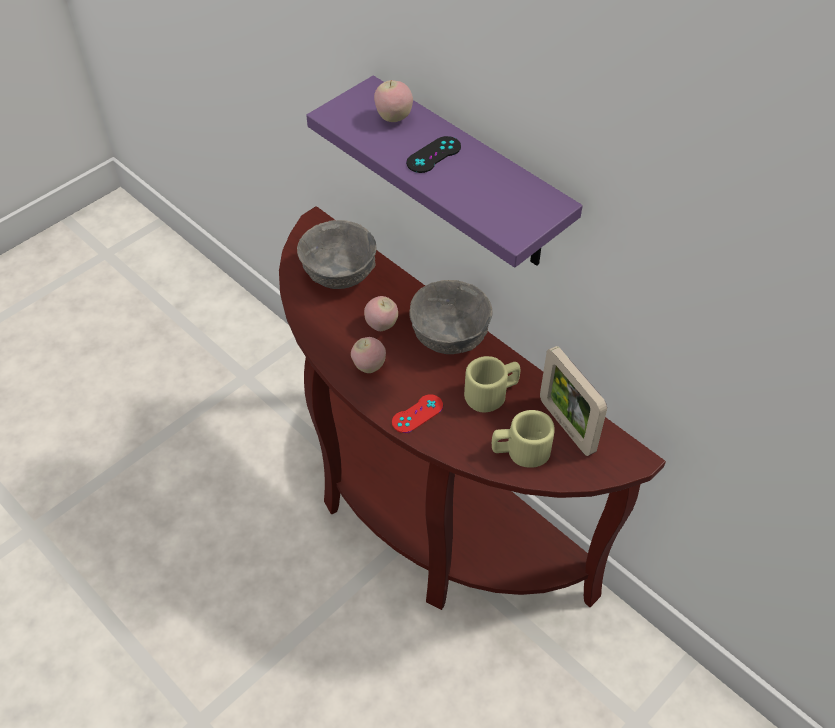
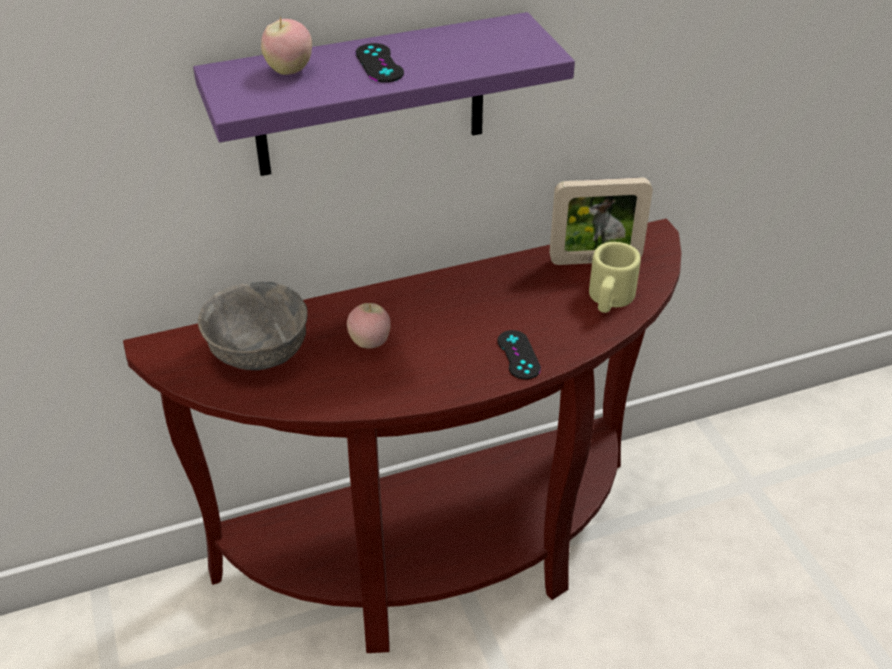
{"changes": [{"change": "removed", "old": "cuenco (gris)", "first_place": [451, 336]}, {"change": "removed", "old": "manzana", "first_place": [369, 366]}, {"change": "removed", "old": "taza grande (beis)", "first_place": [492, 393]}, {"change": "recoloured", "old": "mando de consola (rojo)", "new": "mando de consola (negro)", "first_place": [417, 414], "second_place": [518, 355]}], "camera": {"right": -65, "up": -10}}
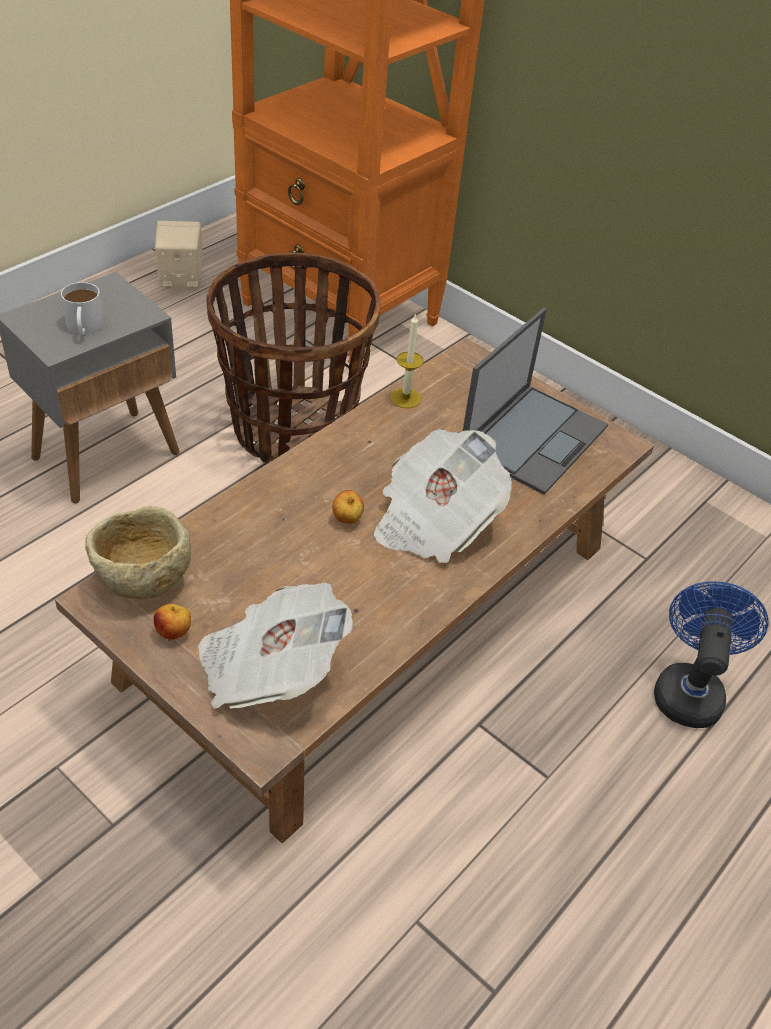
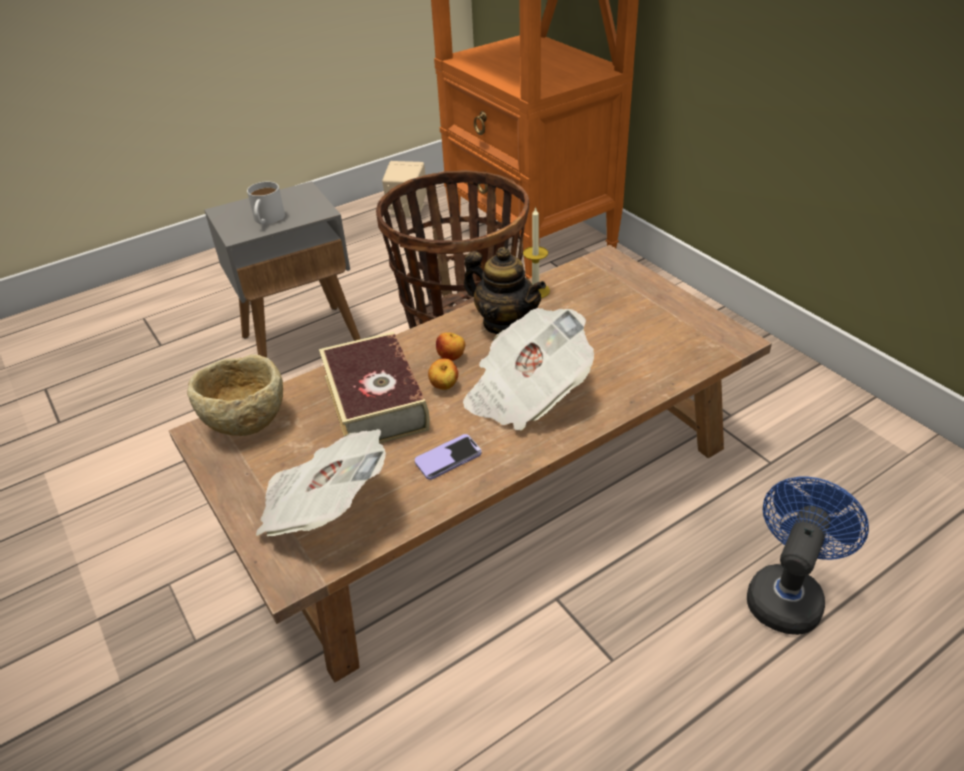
{"changes": [{"change": "removed", "old": "portátil", "first_place": [534, 437]}, {"change": "moved", "old": "manzana", "first_place": [174, 633], "second_place": [451, 358]}, {"change": "added", "new": "tetera", "second_place": [505, 323]}, {"change": "added", "new": "libro", "second_place": [375, 402]}, {"change": "added", "new": "móvil", "second_place": [448, 458]}], "camera": {"right": 20, "up": -5}}
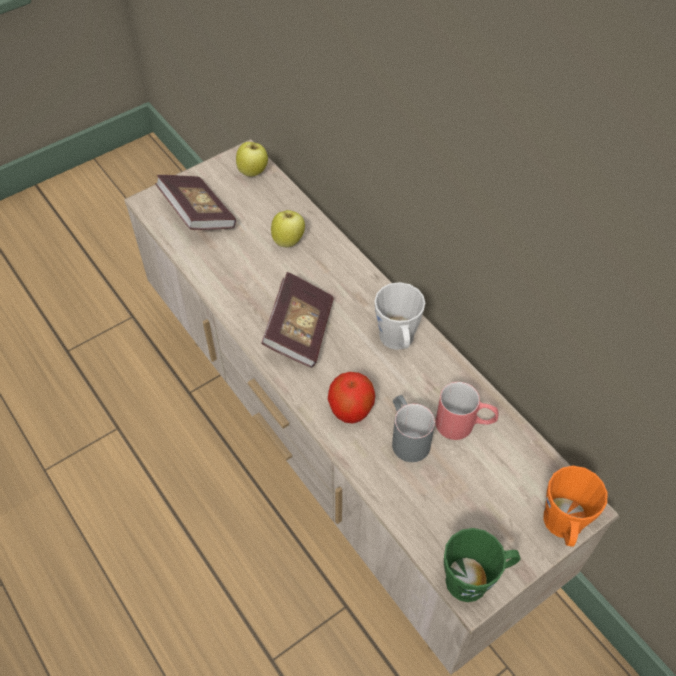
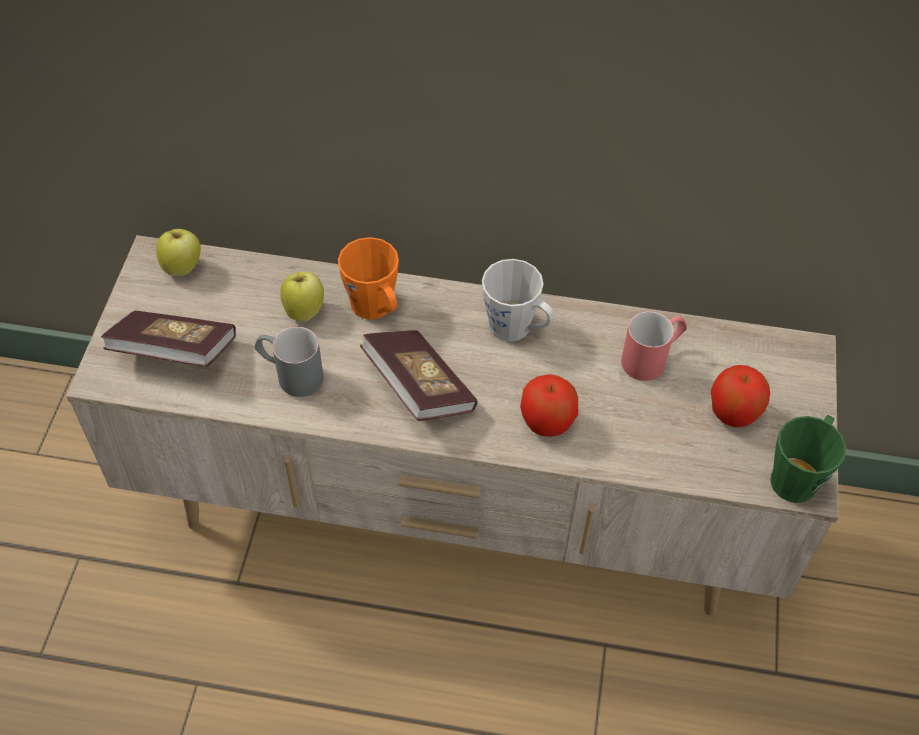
{"changes": [{"change": "moved", "old": "taza grande (gris)", "first_place": [407, 436], "second_place": [290, 374]}, {"change": "moved", "old": "taza grande (naranja)", "first_place": [563, 527], "second_place": [376, 309]}, {"change": "added", "new": "manzana", "second_place": [733, 412]}], "camera": {"right": -45, "up": 0}}
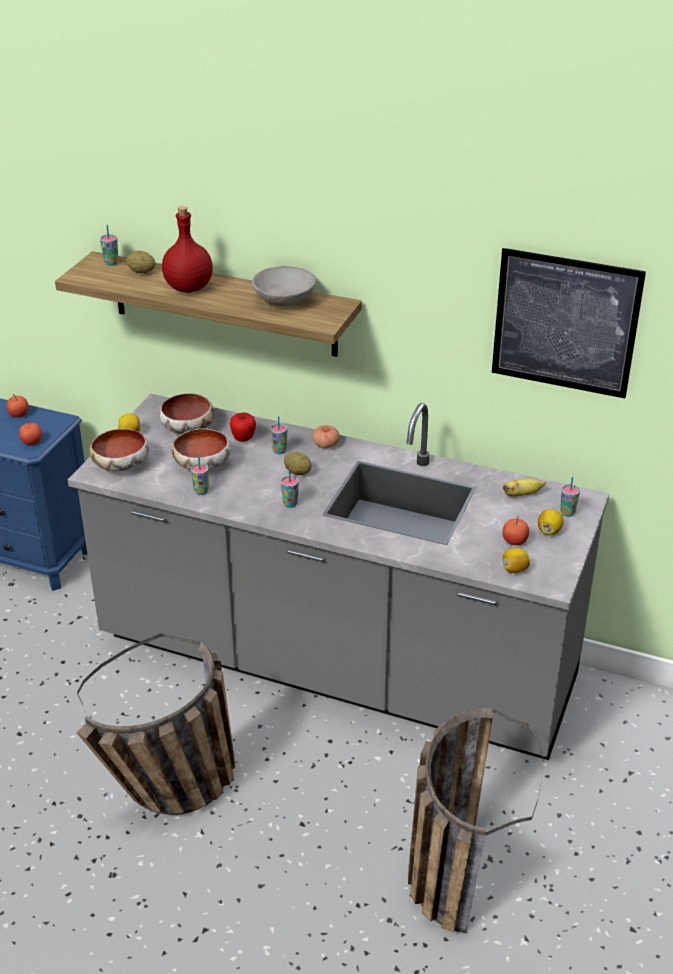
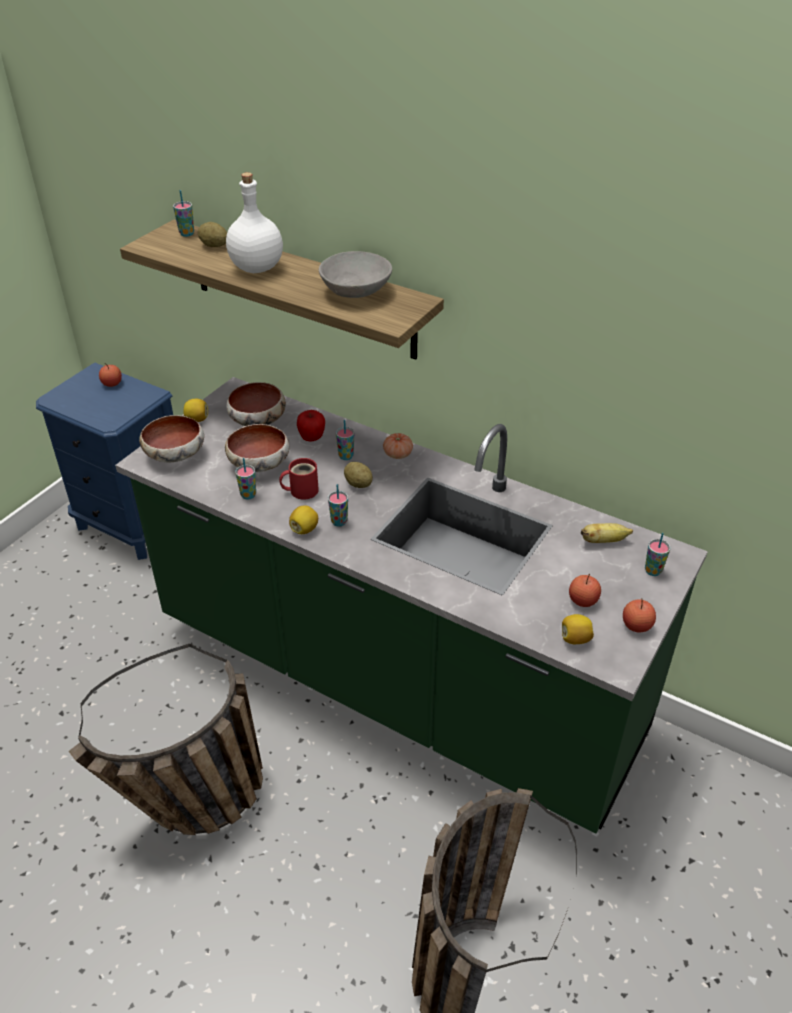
{"changes": [{"change": "recoloured", "old": "botella (rojo)", "new": "botella (blanco)", "first_place": [188, 287], "second_place": [256, 267]}, {"change": "removed", "old": "cuadro", "first_place": [565, 323]}, {"change": "recoloured", "old": "mueble bajo de cocina (gris)", "new": "mueble bajo de cocina (verde)", "first_place": [336, 664], "second_place": [396, 679]}, {"change": "moved", "old": "manzana", "first_place": [32, 442], "second_place": [636, 625]}, {"change": "moved", "old": "limón", "first_place": [549, 531], "second_place": [304, 529]}, {"change": "added", "new": "taza grande (rojo)", "second_place": [301, 490]}], "camera": {"right": 10, "up": 5}}
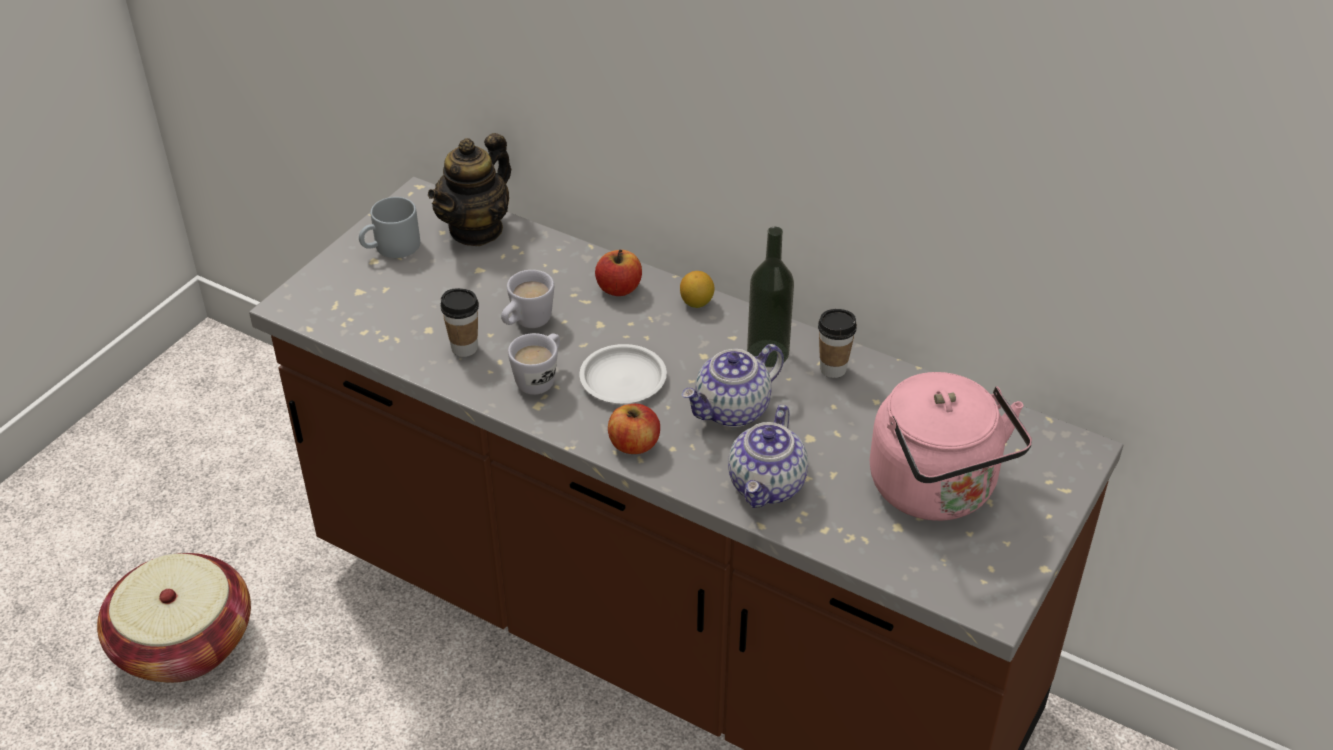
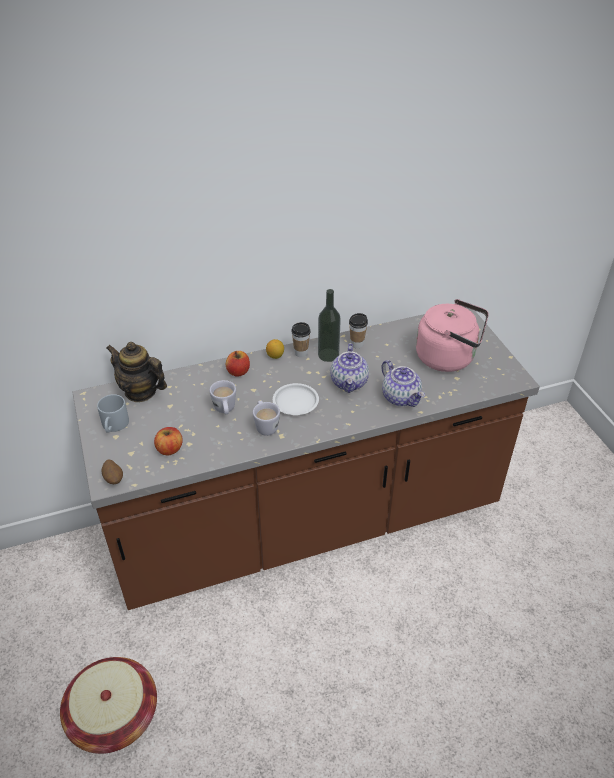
{"changes": [{"change": "turned", "old": "tetera", "first_place": [476, 229], "second_place": [140, 391], "degrees": 135}, {"change": "moved", "old": "taza", "first_place": [464, 348], "second_place": [301, 353]}, {"change": "moved", "old": "manzana", "first_place": [634, 444], "second_place": [169, 449]}, {"change": "added", "new": "patata", "second_place": [114, 479]}], "camera": {"right": -50, "up": 0}}
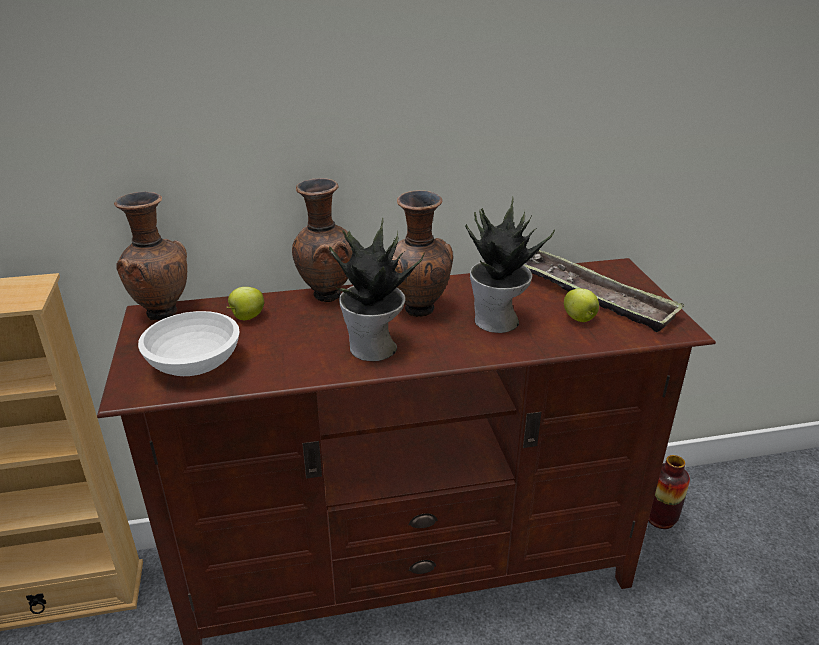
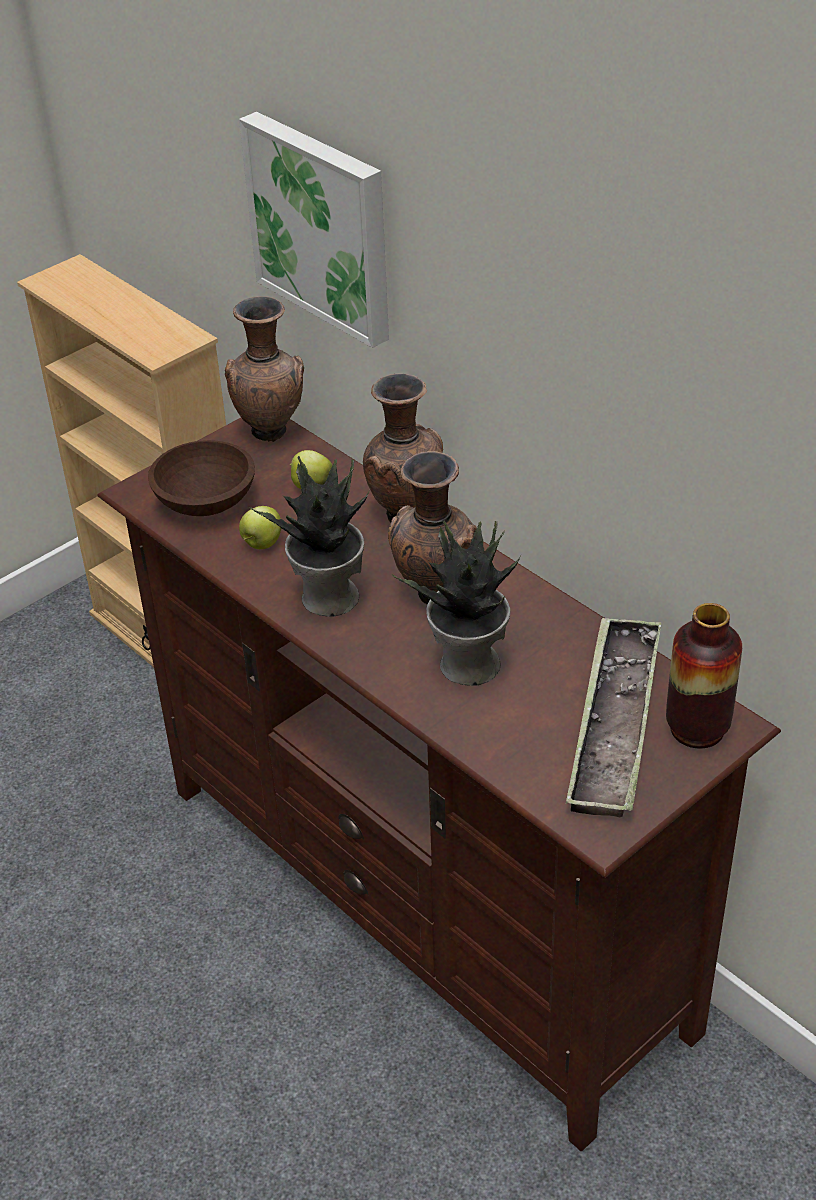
{"changes": [{"change": "moved", "old": "manzana", "first_place": [579, 319], "second_place": [262, 544]}, {"change": "recoloured", "old": "cuenco (blanco)", "new": "cuenco (marrón)", "first_place": [193, 364], "second_place": [205, 500]}, {"change": "moved", "old": "florero", "first_place": [660, 519], "second_place": [697, 729]}, {"change": "added", "new": "cuadro", "second_place": [323, 226]}], "camera": {"right": 60, "up": 10}}
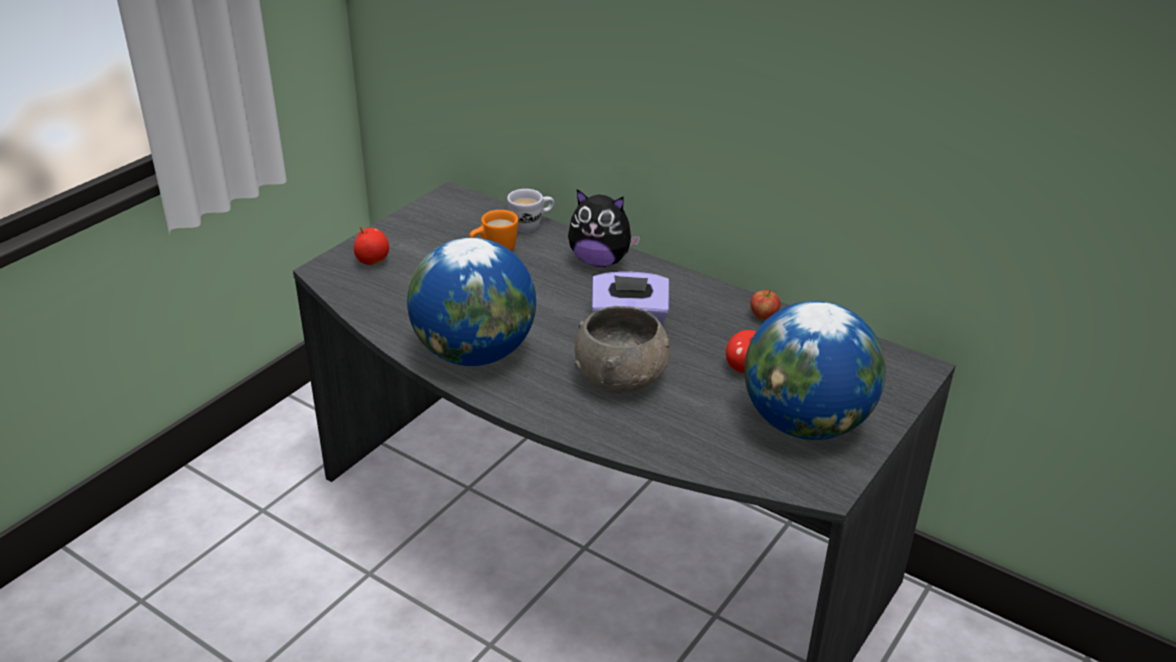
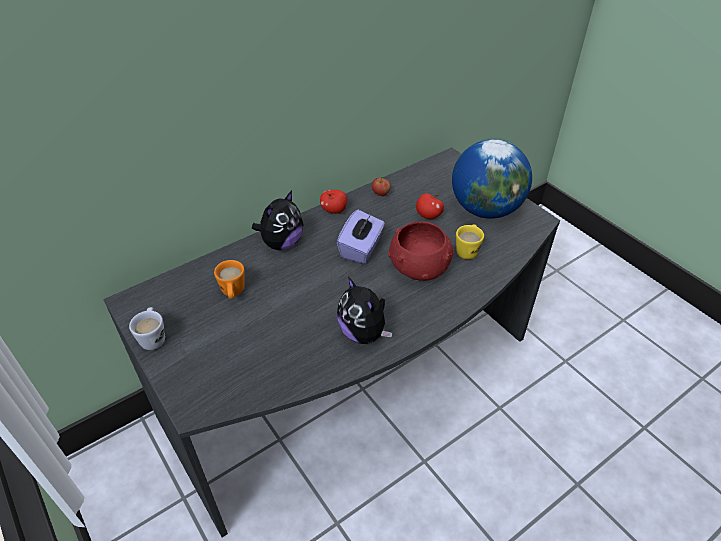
{"changes": [{"change": "moved", "old": "taza grande (blanco)", "first_place": [531, 225], "second_place": [153, 337]}, {"change": "moved", "old": "manzana", "first_place": [372, 261], "second_place": [334, 210]}, {"change": "replaced", "old": "globo terráqueo", "new": "peluche", "first_place": [474, 354], "second_place": [364, 333]}, {"change": "recoloured", "old": "cuenco (gris)", "new": "cuenco (rojo)", "first_place": [622, 378], "second_place": [419, 267]}, {"change": "added", "new": "taza grande (amarillo)", "second_place": [468, 250]}], "camera": {"right": -70, "up": 10}}
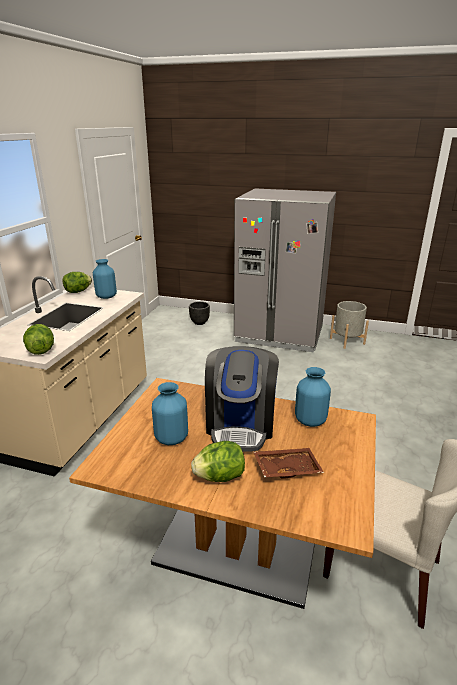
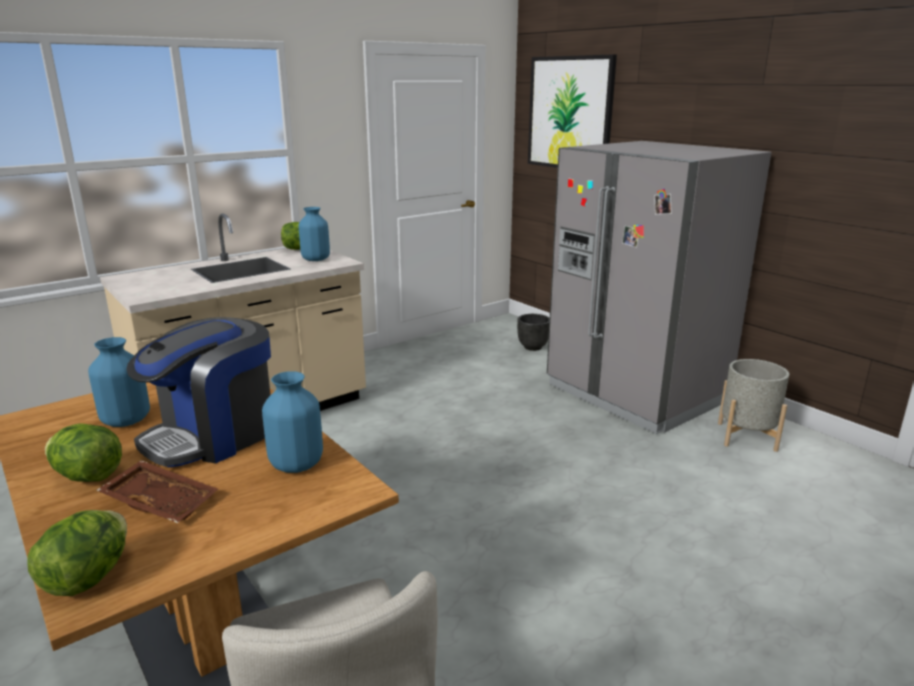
{"changes": [{"change": "moved", "old": "lechuga", "first_place": [41, 350], "second_place": [88, 577]}, {"change": "added", "new": "cuadro", "second_place": [570, 113]}], "camera": {"right": 35, "up": -5}}
